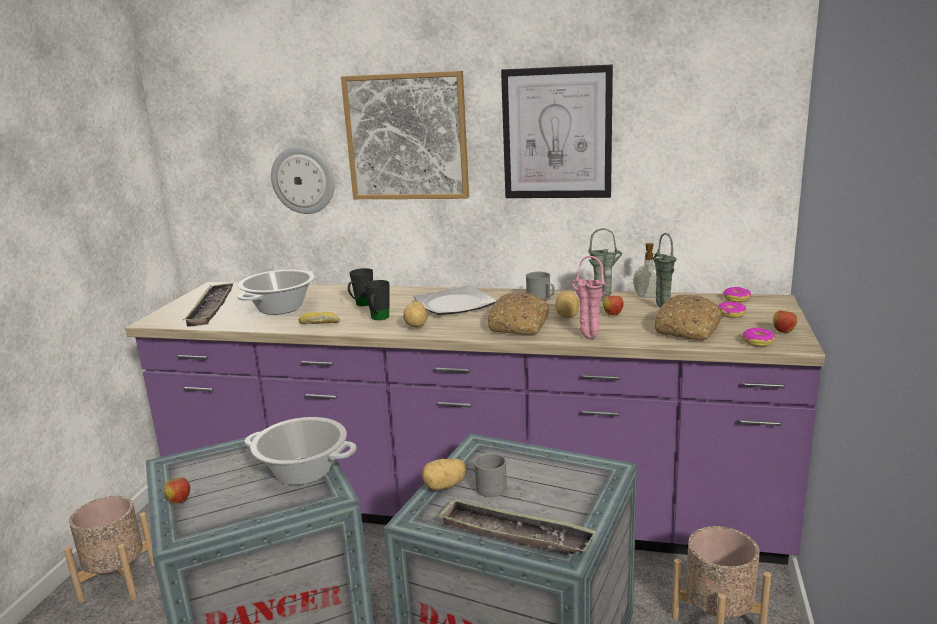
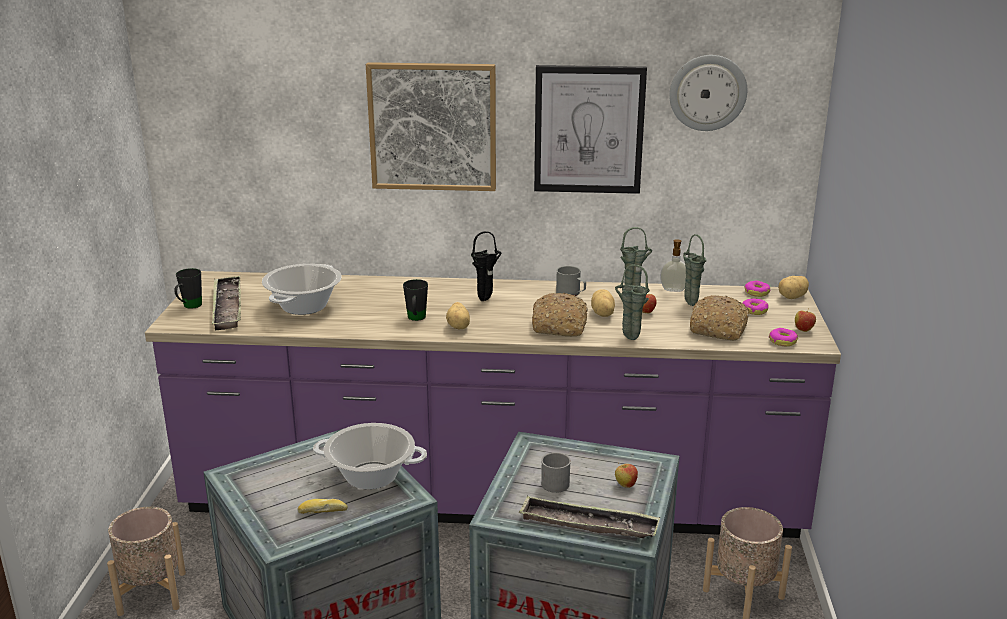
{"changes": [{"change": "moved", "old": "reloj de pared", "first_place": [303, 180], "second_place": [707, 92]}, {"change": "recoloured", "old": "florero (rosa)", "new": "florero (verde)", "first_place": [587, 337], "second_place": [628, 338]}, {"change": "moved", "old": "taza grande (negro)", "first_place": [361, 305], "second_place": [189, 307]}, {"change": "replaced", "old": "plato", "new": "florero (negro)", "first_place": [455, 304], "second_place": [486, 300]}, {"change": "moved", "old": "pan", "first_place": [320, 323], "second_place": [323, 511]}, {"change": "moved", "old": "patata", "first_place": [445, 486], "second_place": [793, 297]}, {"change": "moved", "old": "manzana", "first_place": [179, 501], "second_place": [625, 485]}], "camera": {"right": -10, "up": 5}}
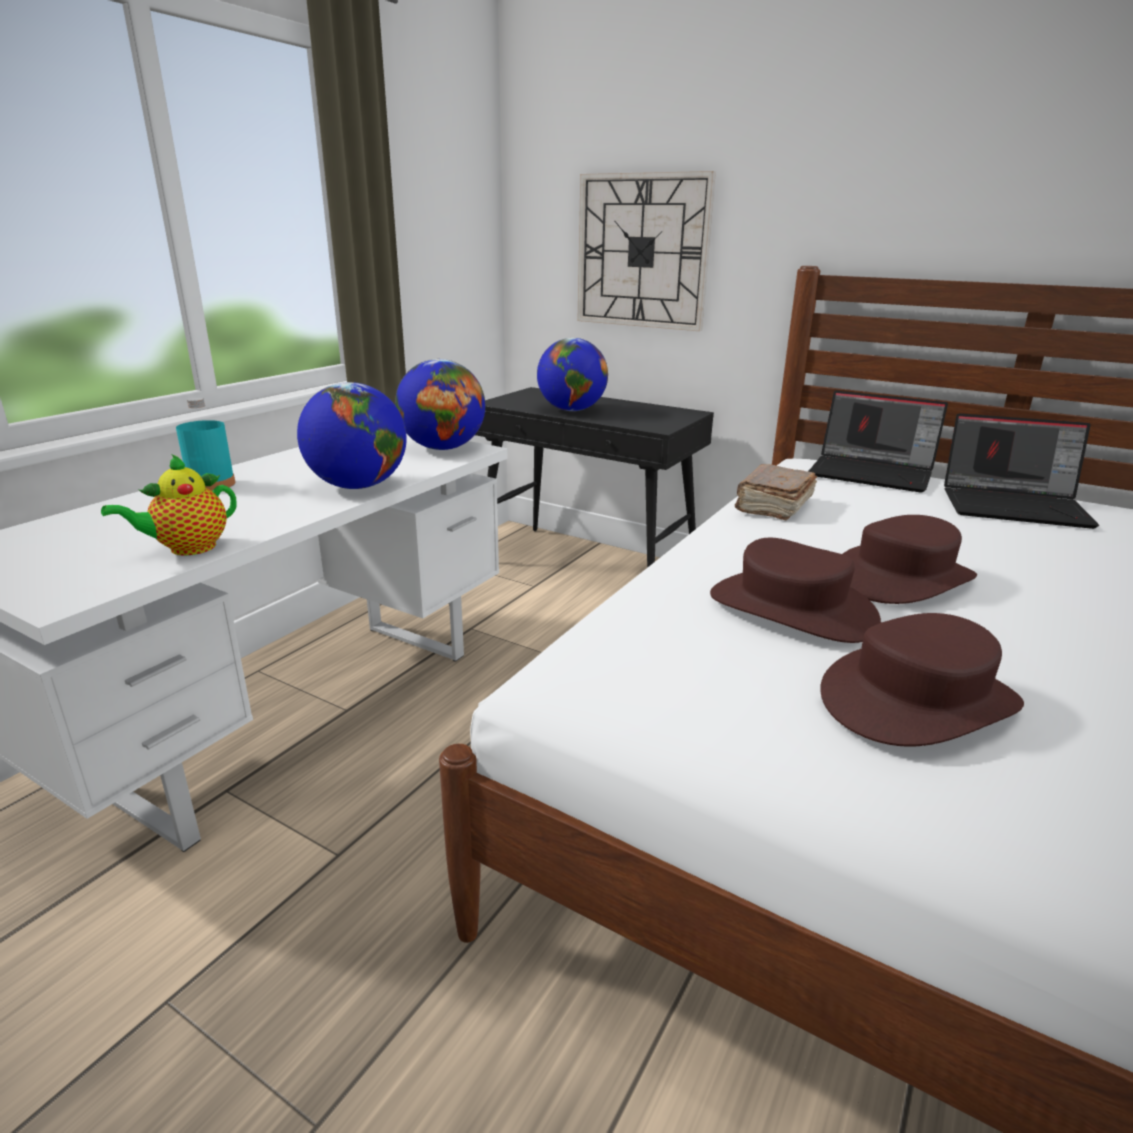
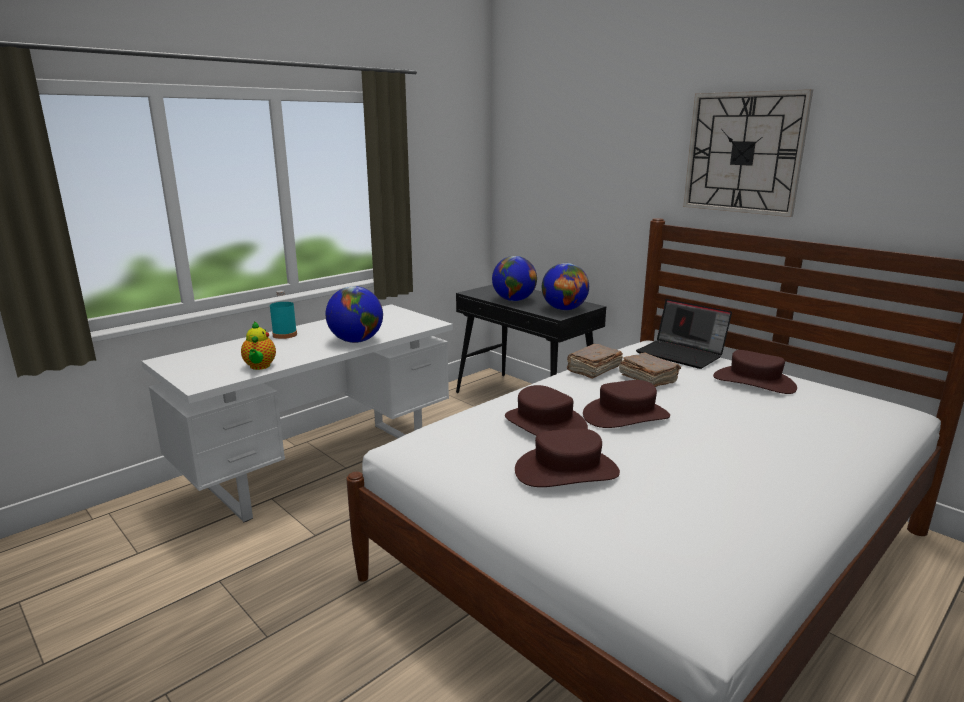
{"changes": [{"change": "moved", "old": "reloj de pared", "first_place": [642, 252], "second_place": [743, 153]}, {"change": "moved", "old": "globo terráqueo", "first_place": [443, 448], "second_place": [564, 309]}, {"change": "replaced", "old": "portátil", "new": "sombrero (marrón)", "first_place": [1015, 506], "second_place": [754, 382]}, {"change": "turned", "old": "tetera", "first_place": [187, 548], "second_place": [259, 367], "degrees": -75}, {"change": "added", "new": "libro (marrón)", "second_place": [647, 379]}], "camera": {"right": 15, "up": -5}}
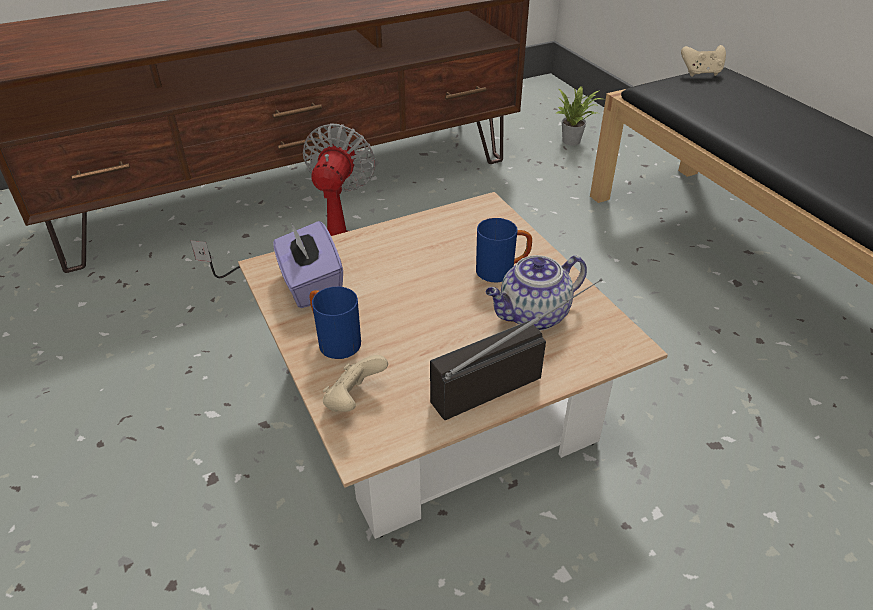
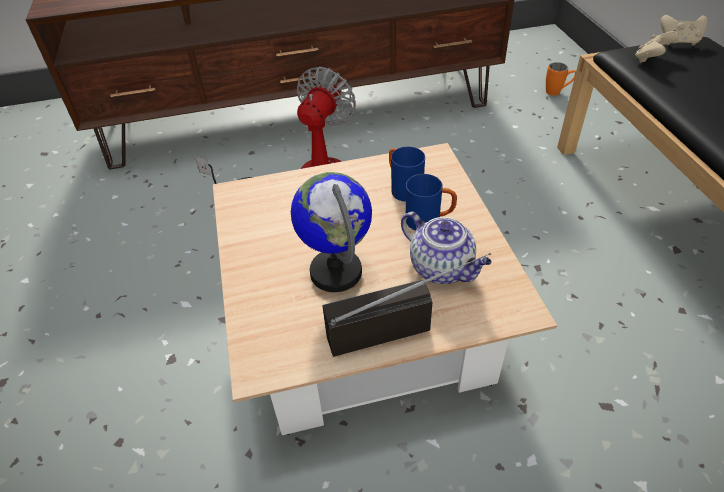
{"changes": [{"change": "replaced", "old": "planta en maceta", "new": "taza grande (naranja)", "first_place": [573, 141], "second_place": [557, 92]}, {"change": "removed", "old": "caja de pañuelos (morado)", "first_place": [310, 285]}, {"change": "turned", "old": "tetera", "first_place": [533, 316], "second_place": [443, 268], "degrees": -120}, {"change": "moved", "old": "taza grande (azul)", "first_place": [334, 341], "second_place": [403, 188]}, {"change": "moved", "old": "mando de consola (beis)", "first_place": [354, 400], "second_place": [651, 59]}, {"change": "added", "new": "globo terráqueo", "second_place": [336, 271]}], "camera": {"right": 15, "up": 5}}
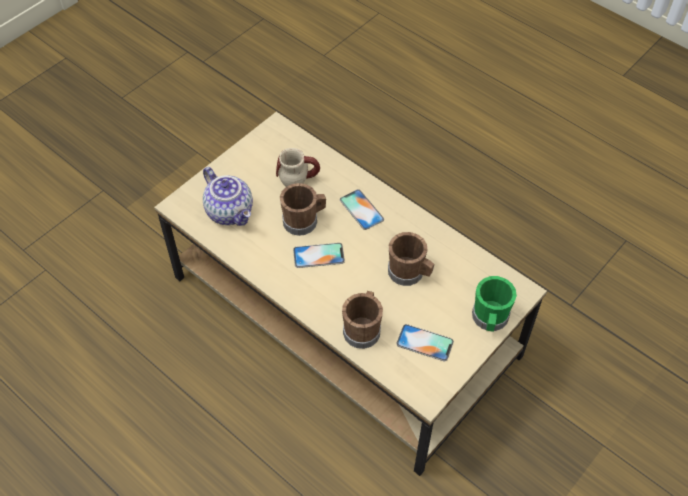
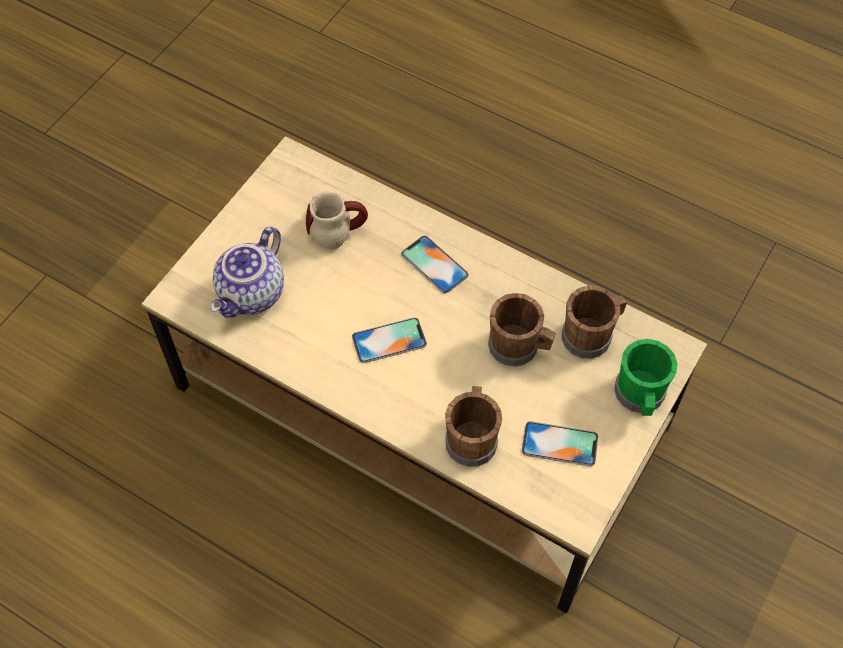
{"changes": [{"change": "turned", "old": "tetera", "first_place": [231, 212], "second_place": [253, 294], "degrees": 75}, {"change": "moved", "old": "taza grande (marrón)", "first_place": [304, 221], "second_place": [591, 335]}], "camera": {"right": -10, "up": 5}}
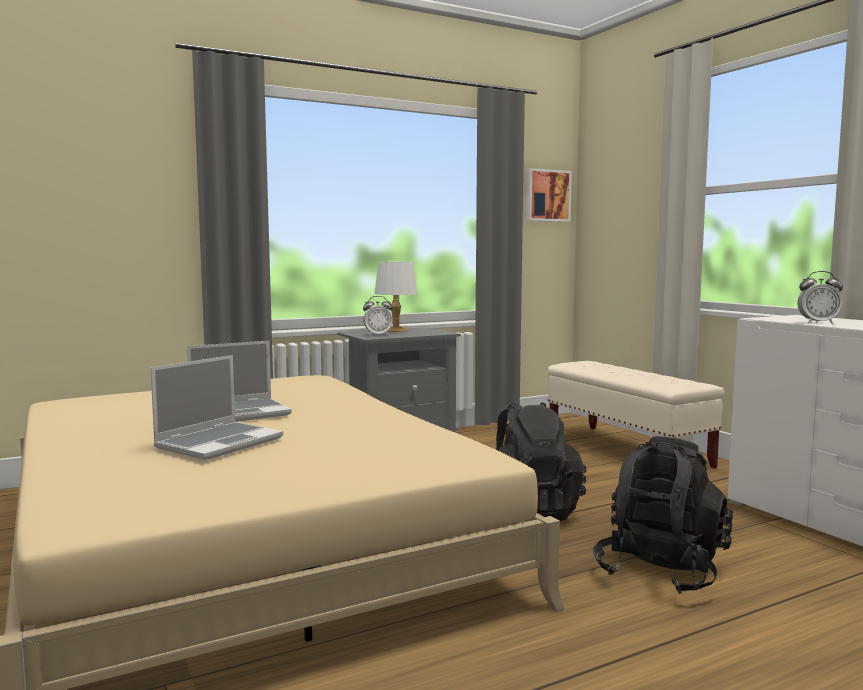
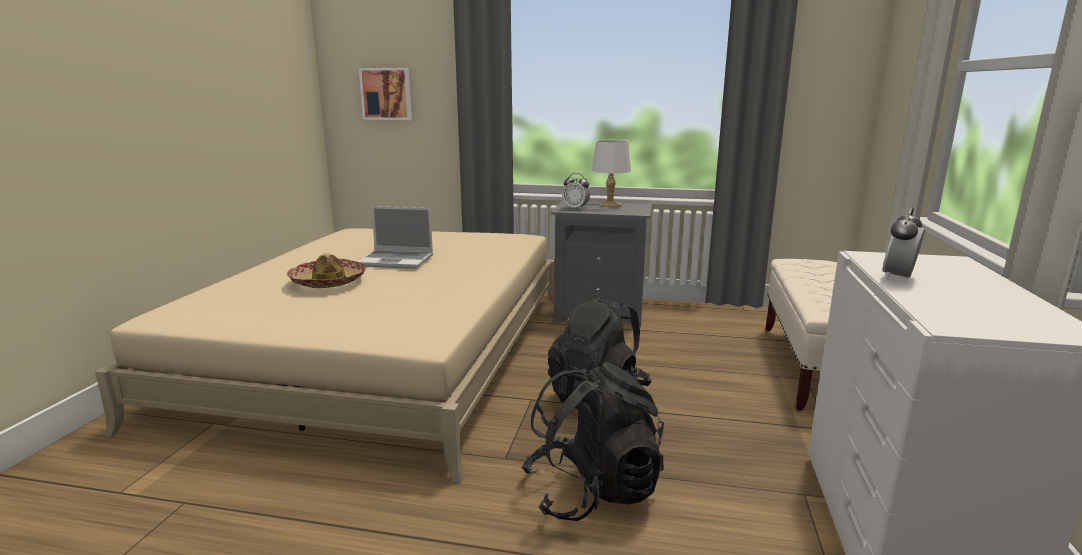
{"changes": [{"change": "moved", "old": "cuadro", "first_place": [547, 195], "second_place": [386, 94]}, {"change": "turned", "old": "despertador", "first_place": [818, 323], "second_place": [898, 277], "degrees": 75}, {"change": "replaced", "old": "portátil", "new": "sombrero", "first_place": [220, 442], "second_place": [328, 281]}], "camera": {"right": 40, "up": 10}}
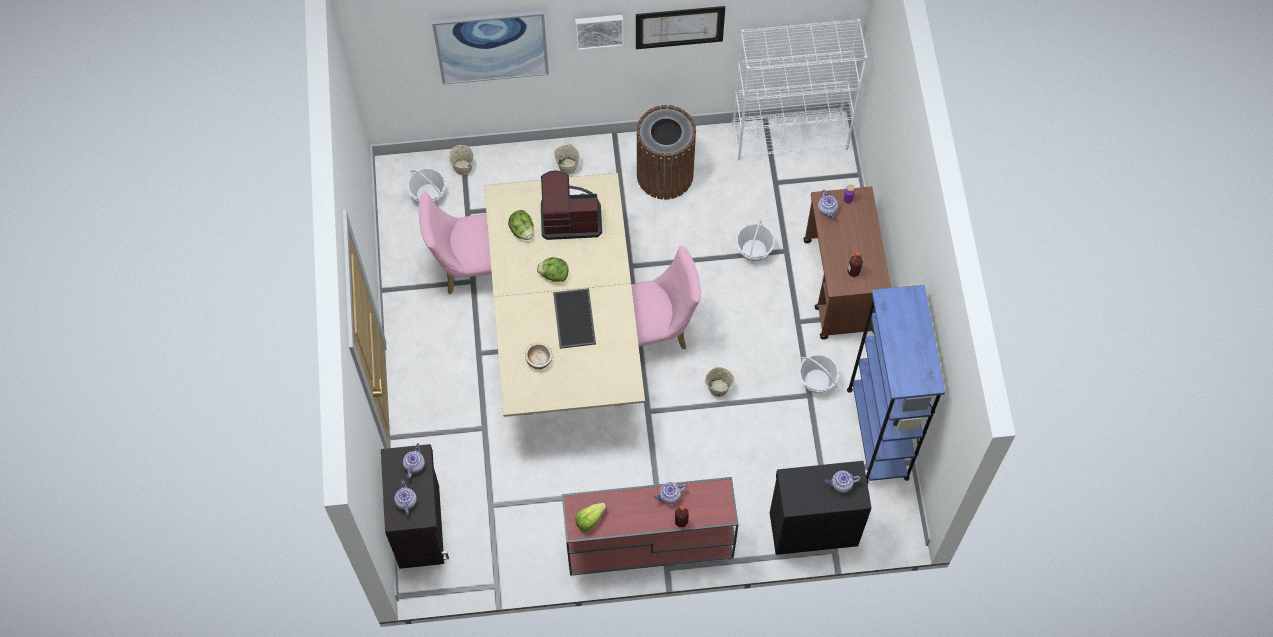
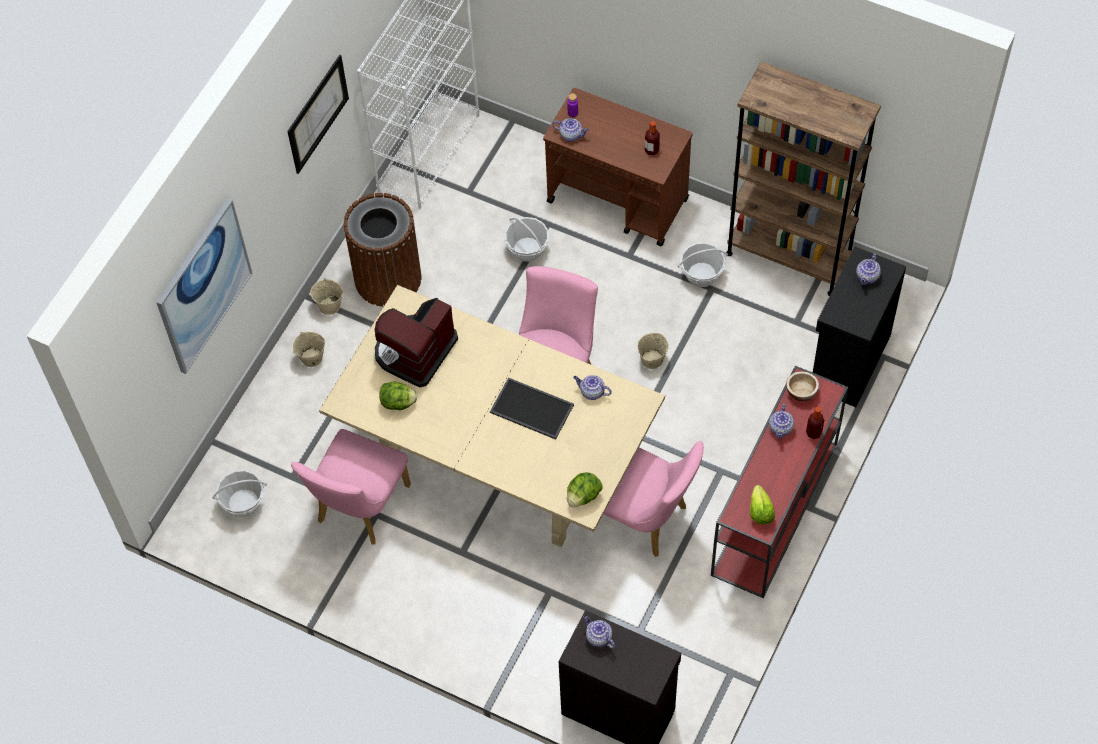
{"changes": [{"change": "removed", "old": "cuadro", "first_place": [599, 30]}, {"change": "moved", "old": "cubo (beis)", "first_place": [463, 168], "second_place": [330, 306]}, {"change": "moved", "old": "lechuga", "first_place": [554, 275], "second_place": [583, 496]}, {"change": "recoloured", "old": "estantería (azul)", "new": "estantería (marrón)", "first_place": [877, 433], "second_place": [788, 256]}, {"change": "moved", "old": "cuenco", "first_place": [539, 360], "second_place": [801, 391]}, {"change": "moved", "old": "tetera", "first_place": [406, 501], "second_place": [591, 392]}, {"change": "added", "new": "silla (rosa)", "second_place": [645, 519]}], "camera": {"right": -55, "up": -5}}
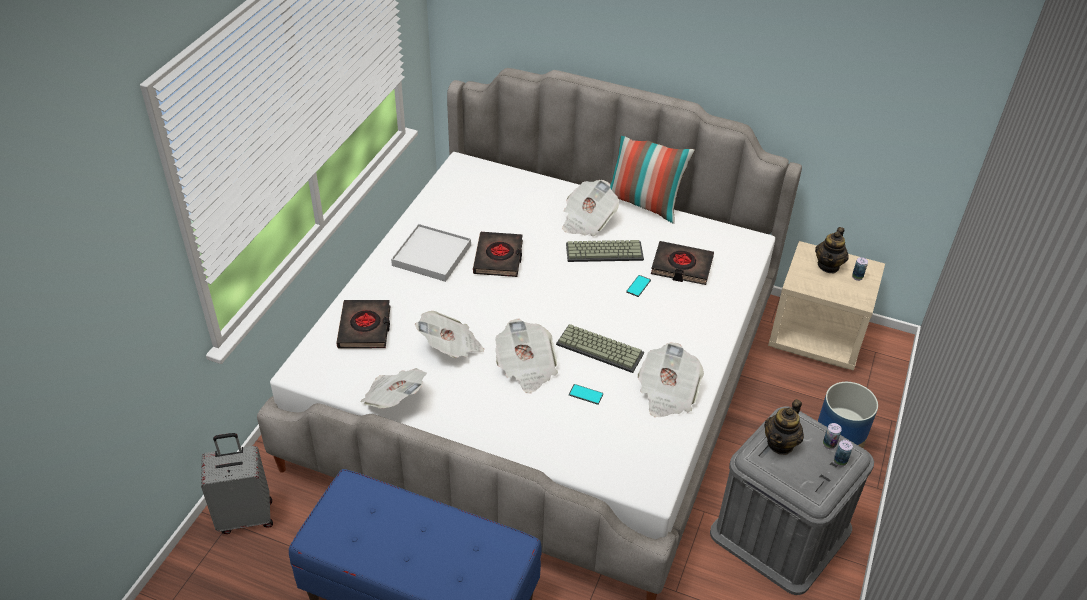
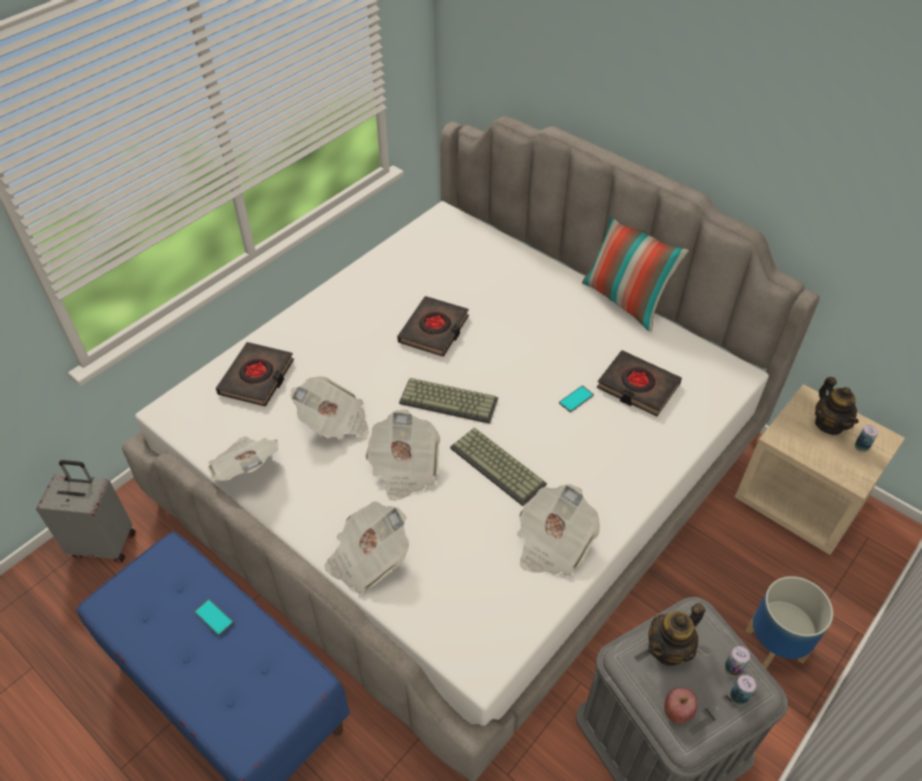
{"changes": [{"change": "moved", "old": "periódico", "first_place": [587, 221], "second_place": [367, 558]}, {"change": "removed", "old": "bandeja (blanco)", "first_place": [432, 255]}, {"change": "turned", "old": "tetera", "first_place": [828, 265], "second_place": [829, 424], "degrees": -60}, {"change": "moved", "old": "teclado", "first_place": [605, 251], "second_place": [450, 400]}, {"change": "moved", "old": "móvil", "first_place": [585, 394], "second_place": [213, 617]}, {"change": "added", "new": "manzana", "second_place": [677, 711]}], "camera": {"right": 20, "up": 5}}
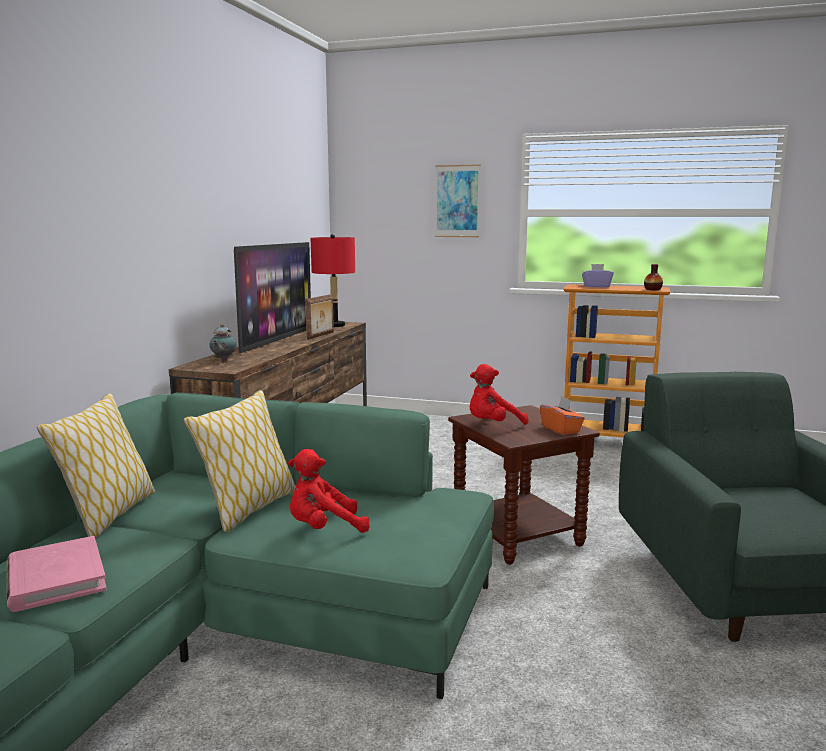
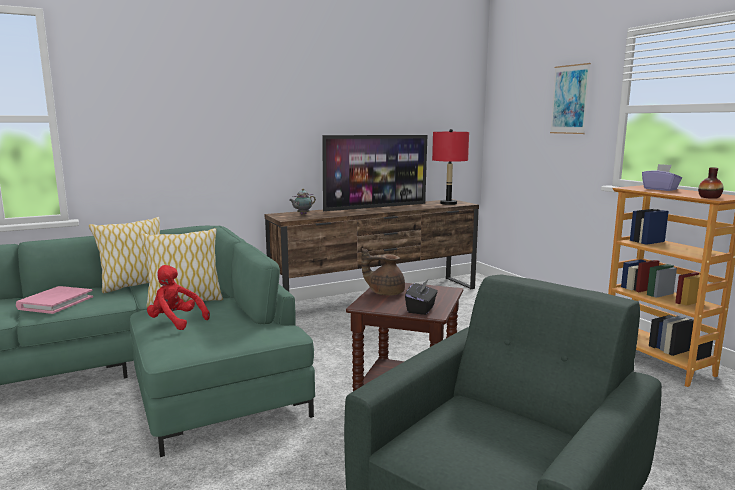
{"changes": [{"change": "removed", "old": "portarretratos", "first_place": [321, 336]}, {"change": "replaced", "old": "peluche (rojo)", "new": "tetera (marrón)", "first_place": [492, 425], "second_place": [385, 292]}, {"change": "recoloured", "old": "caja de pañuelos (naranja)", "new": "caja de pañuelos (negro)", "first_place": [561, 429], "second_place": [421, 309]}], "camera": {"right": 45, "up": 0}}
